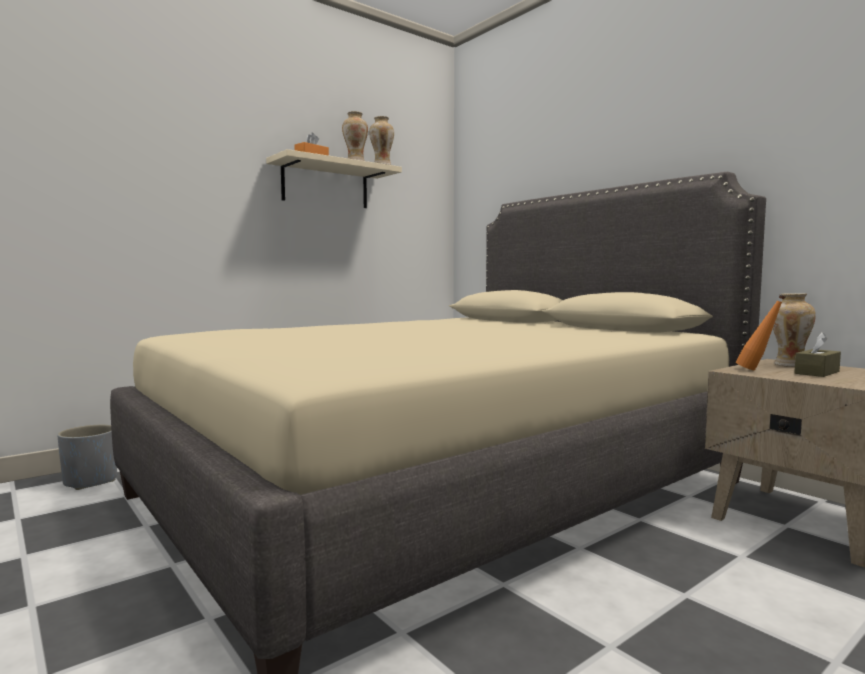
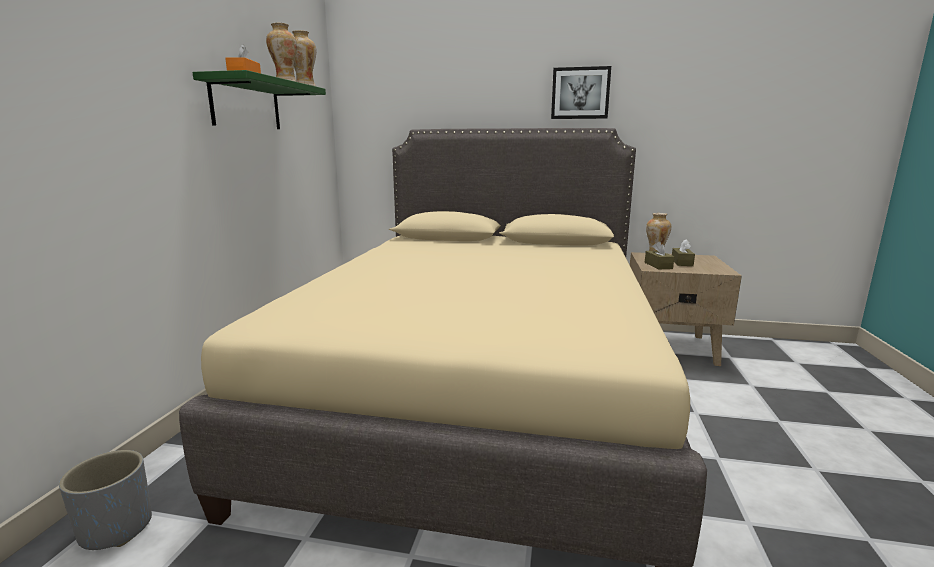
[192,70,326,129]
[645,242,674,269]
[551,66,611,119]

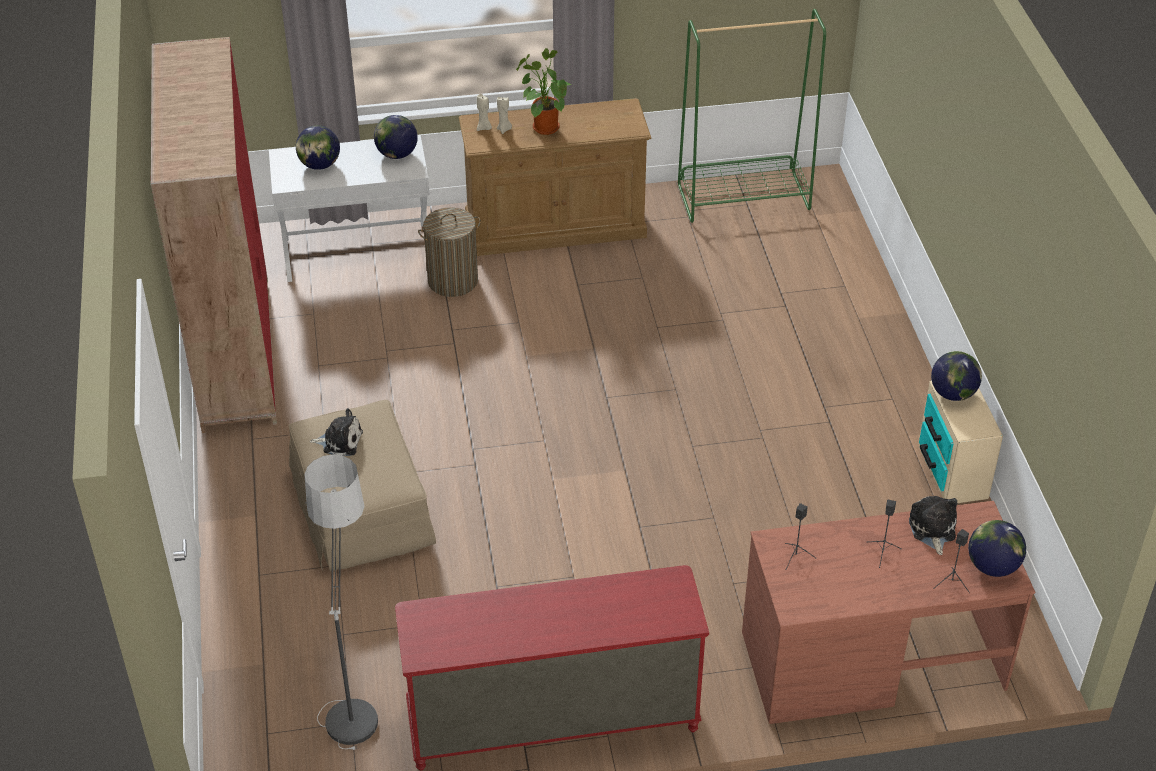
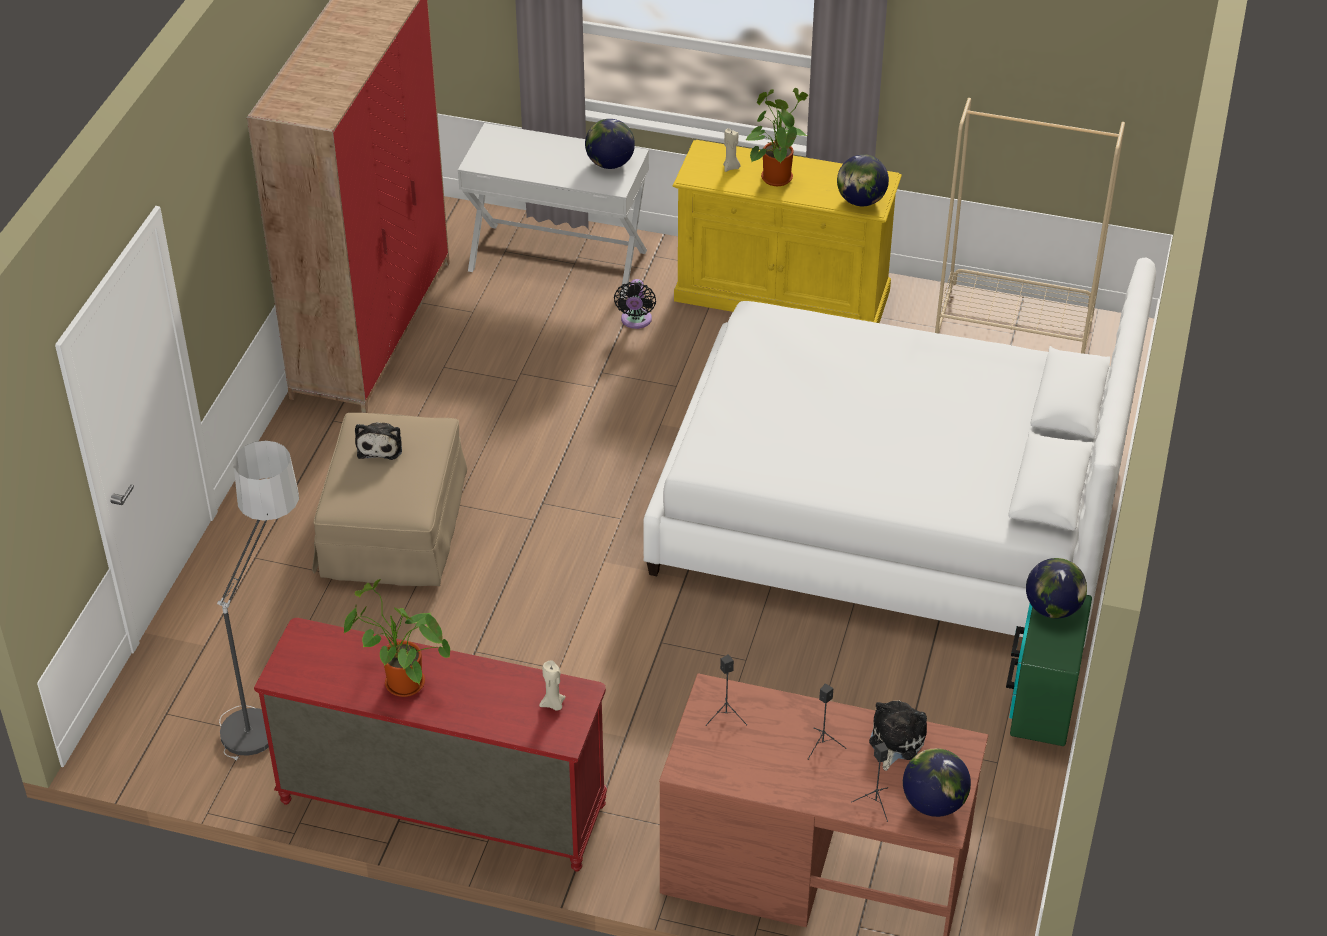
[935,98,1125,354]
[539,660,566,711]
[673,140,902,323]
[837,154,889,206]
[614,279,656,329]
[1006,595,1092,746]
[355,422,402,460]
[643,257,1156,647]
[344,579,450,697]

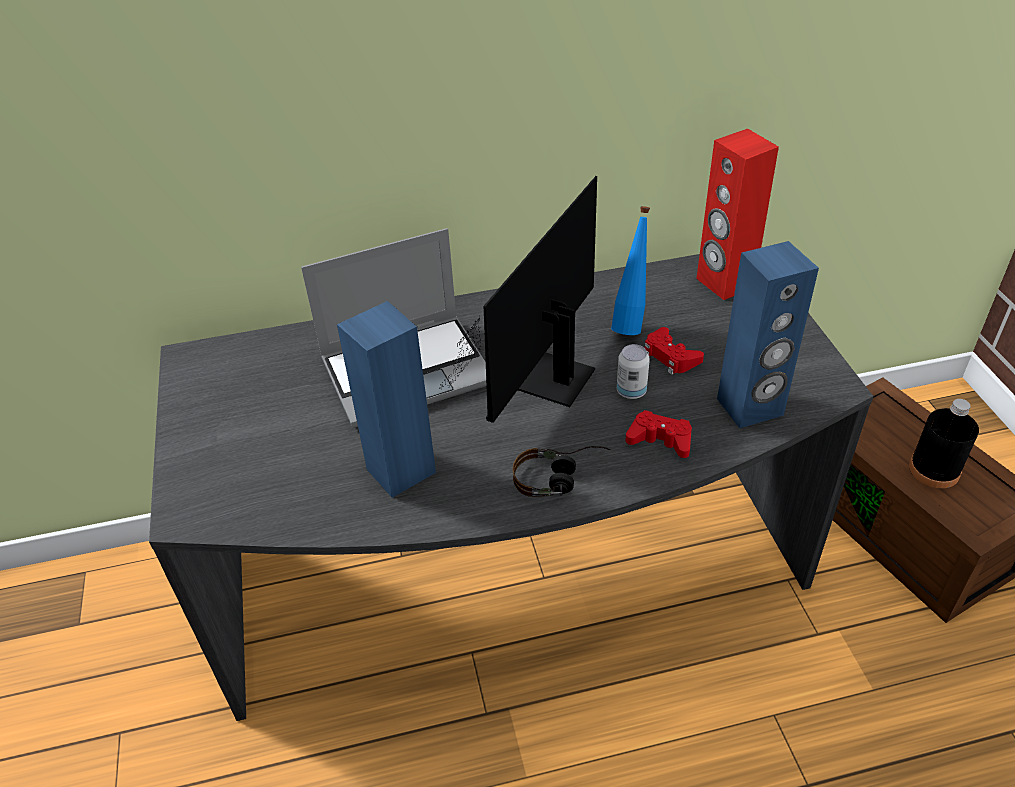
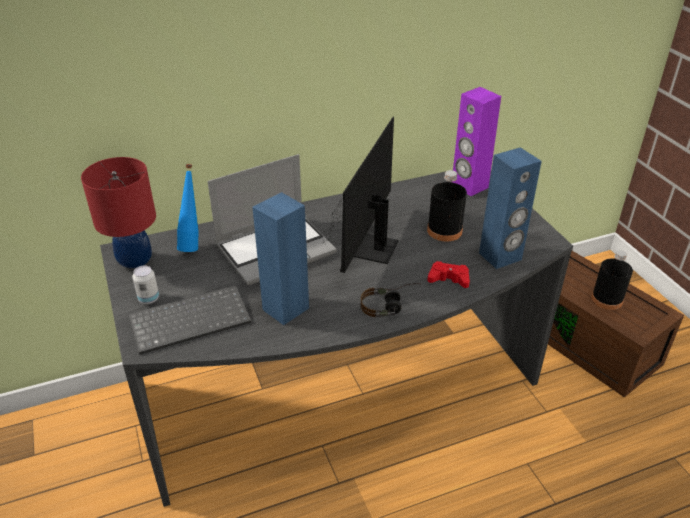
[452,87,501,196]
[177,164,198,252]
[427,170,467,241]
[132,265,159,304]
[81,157,156,268]
[128,285,251,355]

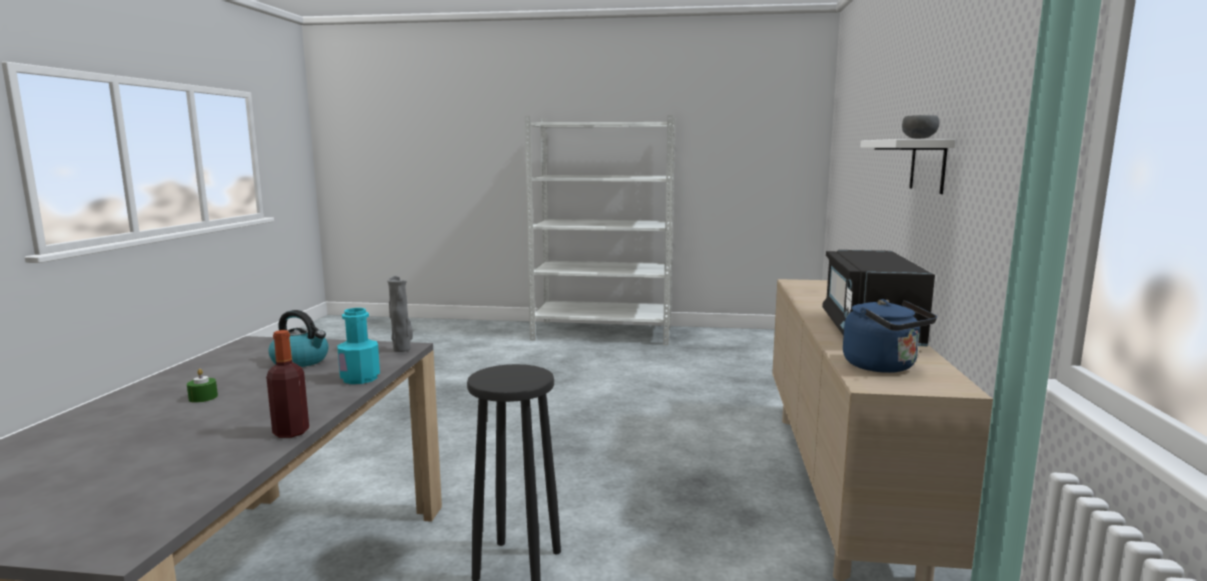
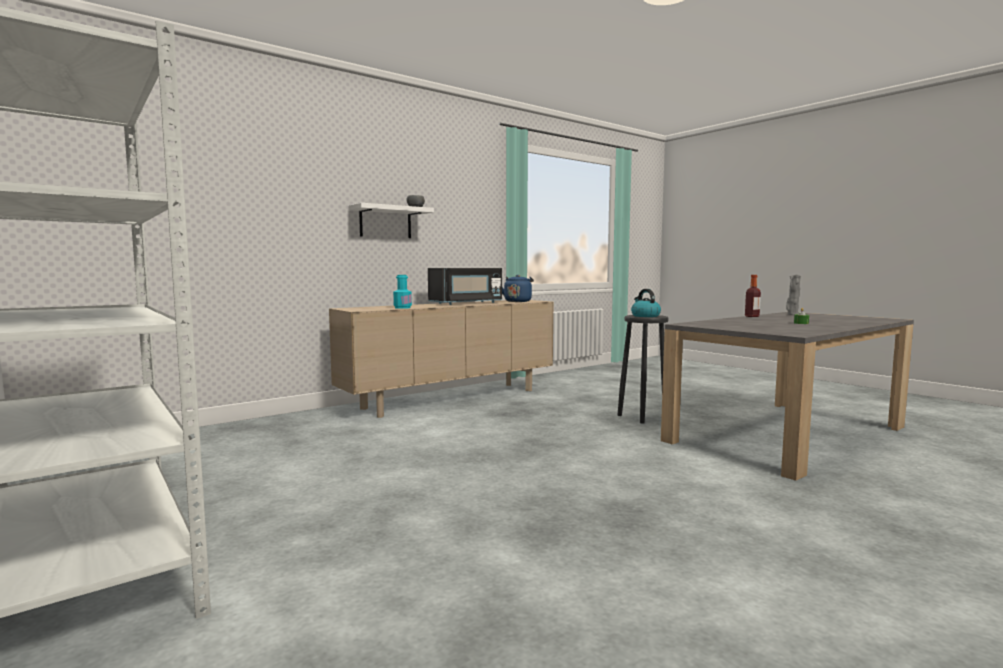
[786,275,801,315]
[393,275,412,309]
[631,289,661,317]

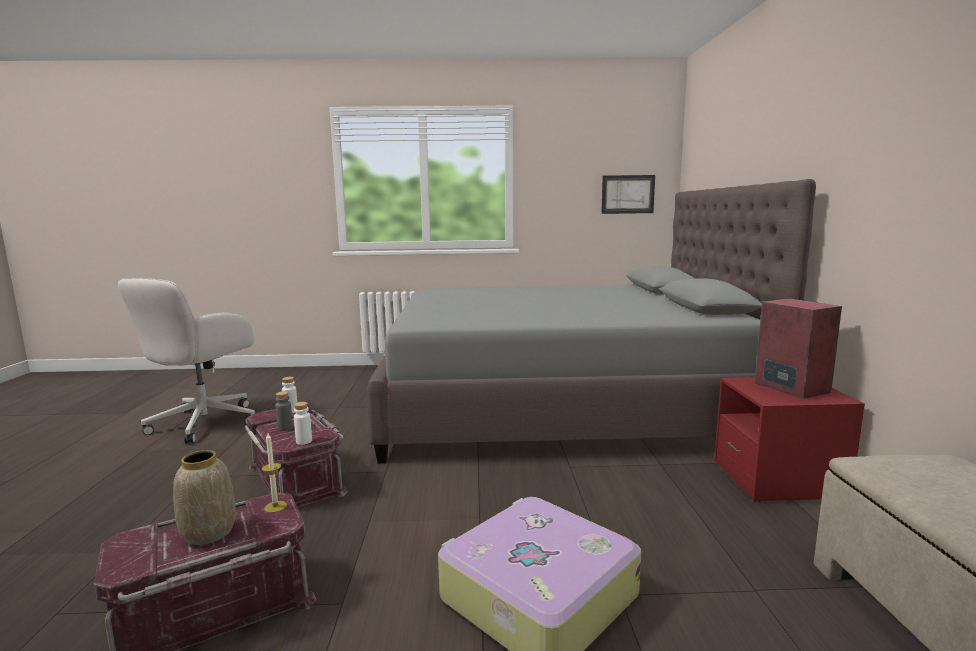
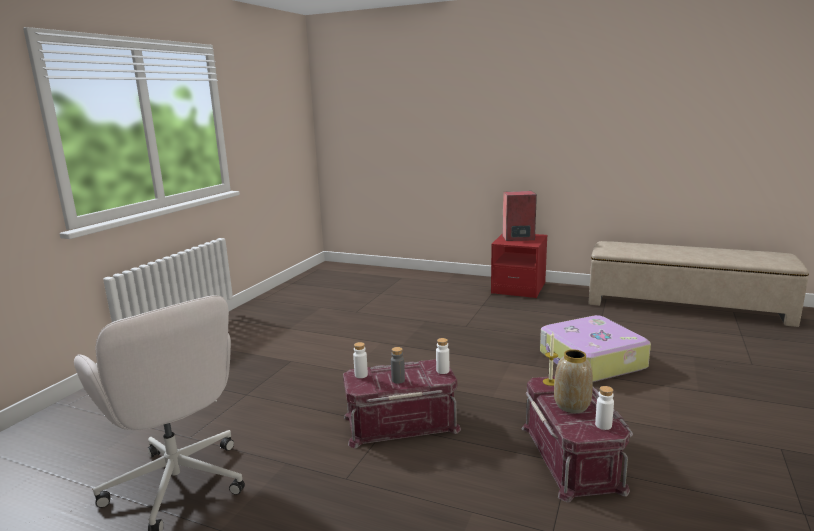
[601,175,655,214] (first image)
[367,179,816,464] (first image)
[595,386,614,430]

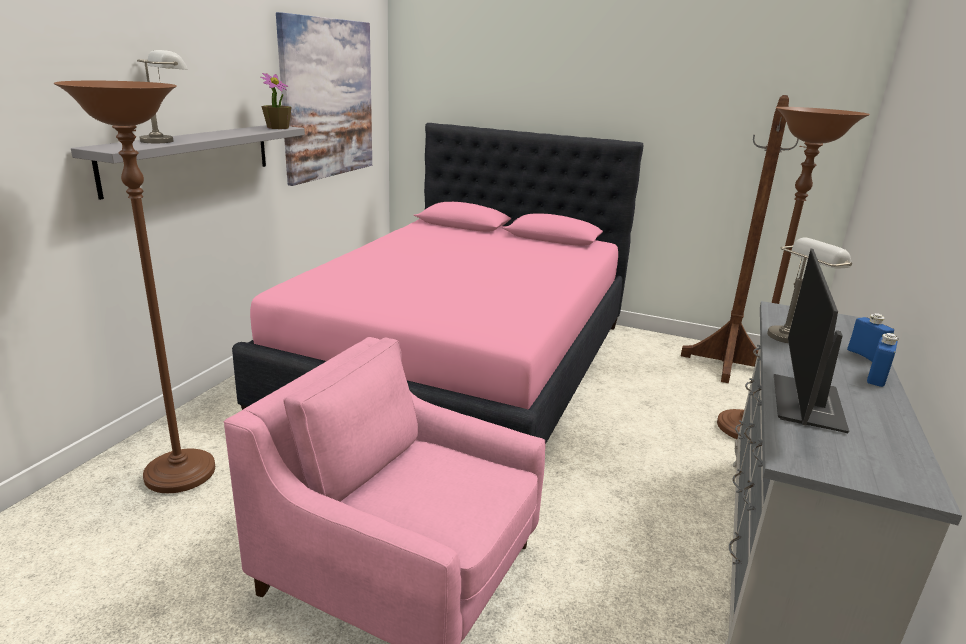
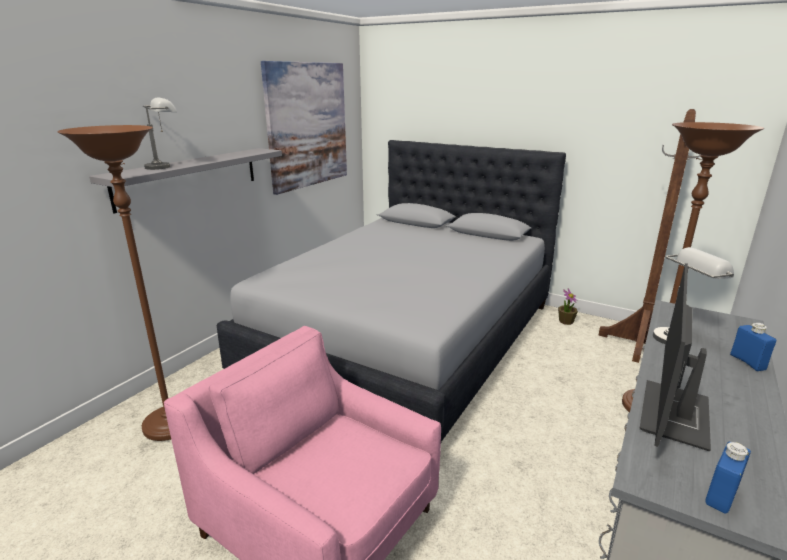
[558,289,578,325]
[217,140,566,442]
[705,442,751,513]

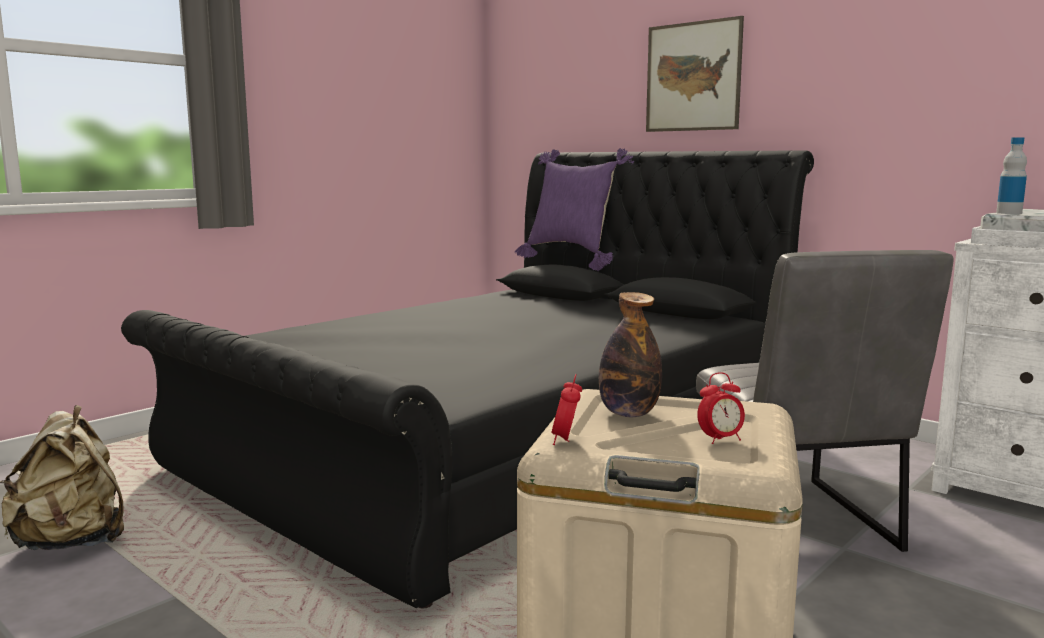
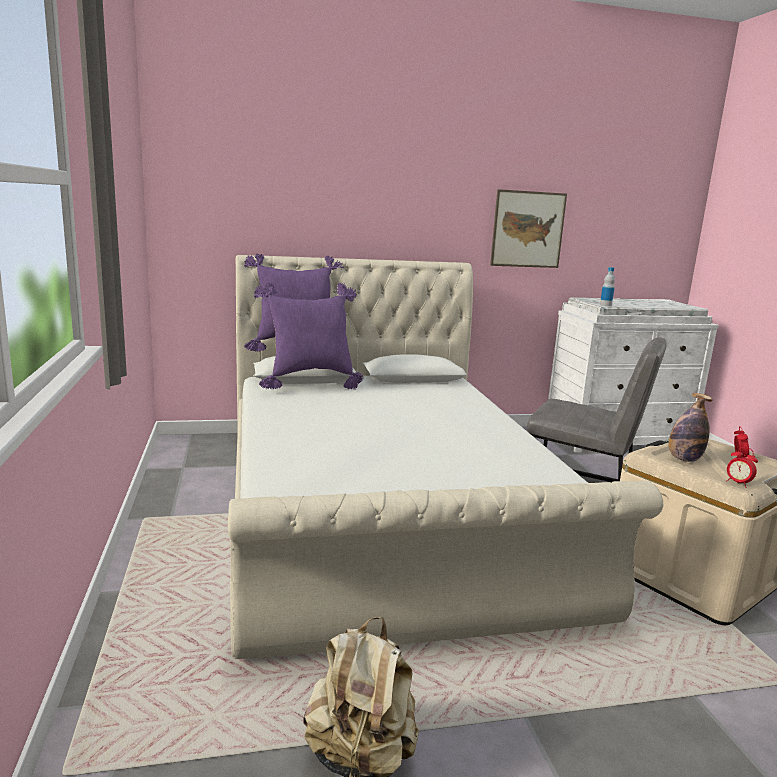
[490,189,567,268]
[228,255,663,659]
[254,282,363,390]

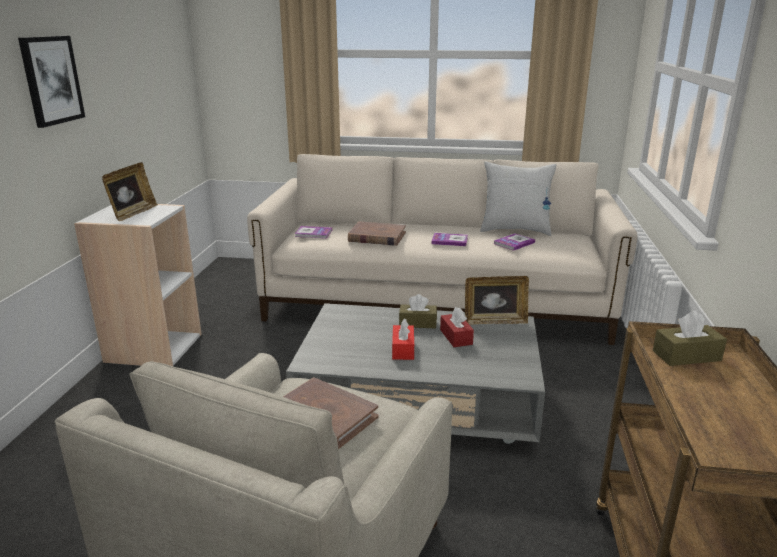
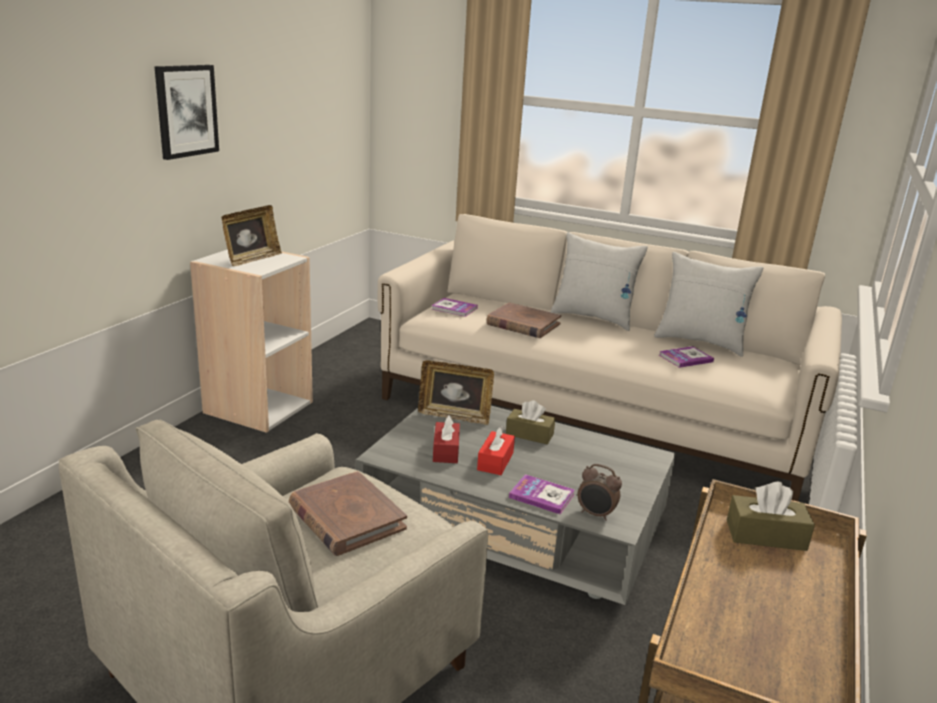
[509,474,575,515]
[418,360,494,425]
[433,415,460,463]
[550,232,648,331]
[577,464,622,521]

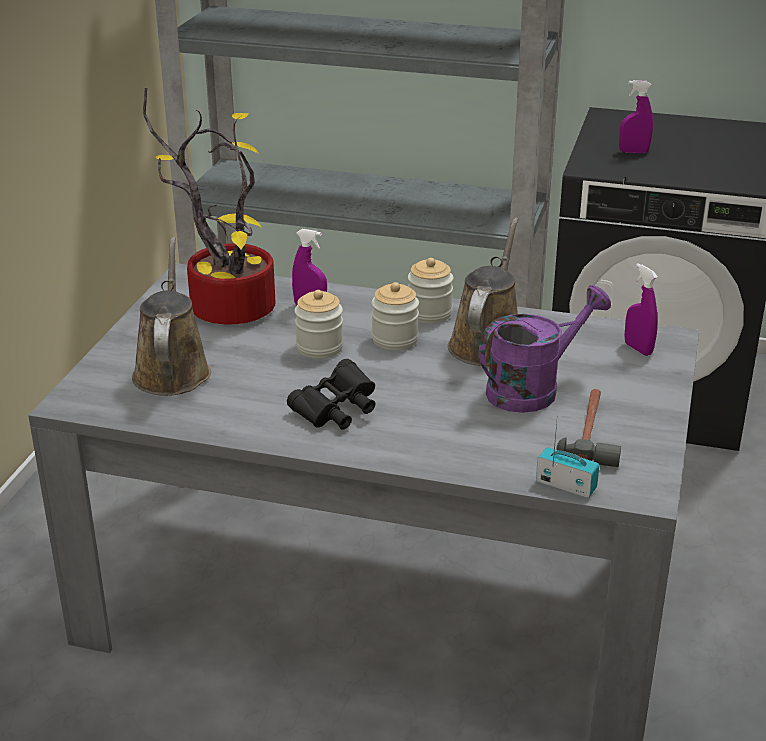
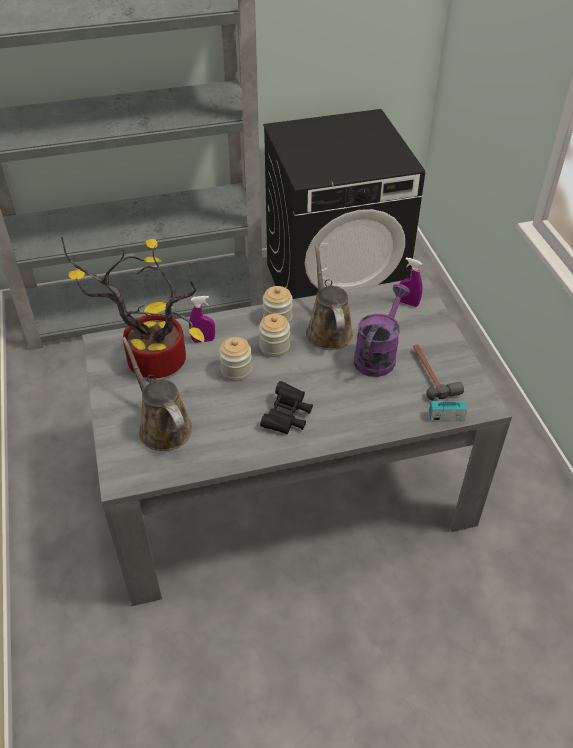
[619,80,653,153] (first image)

